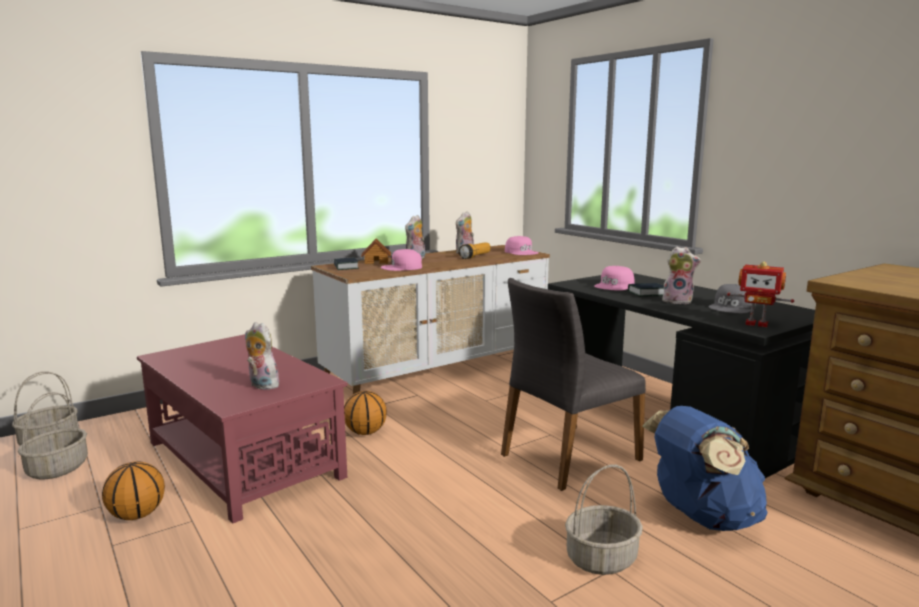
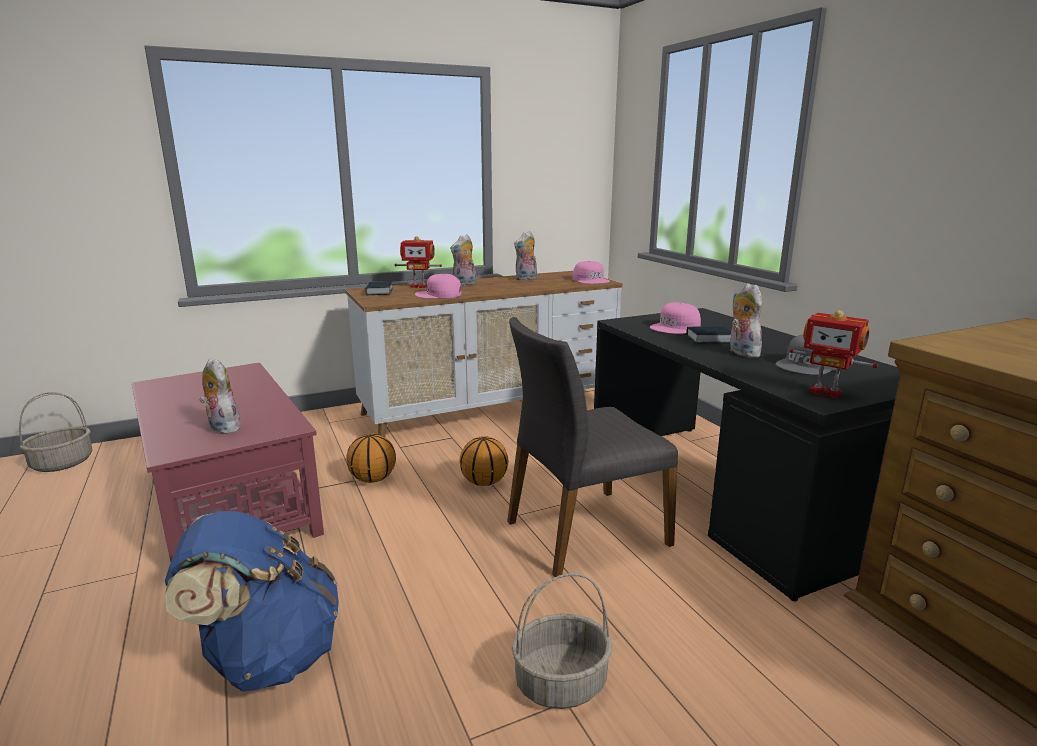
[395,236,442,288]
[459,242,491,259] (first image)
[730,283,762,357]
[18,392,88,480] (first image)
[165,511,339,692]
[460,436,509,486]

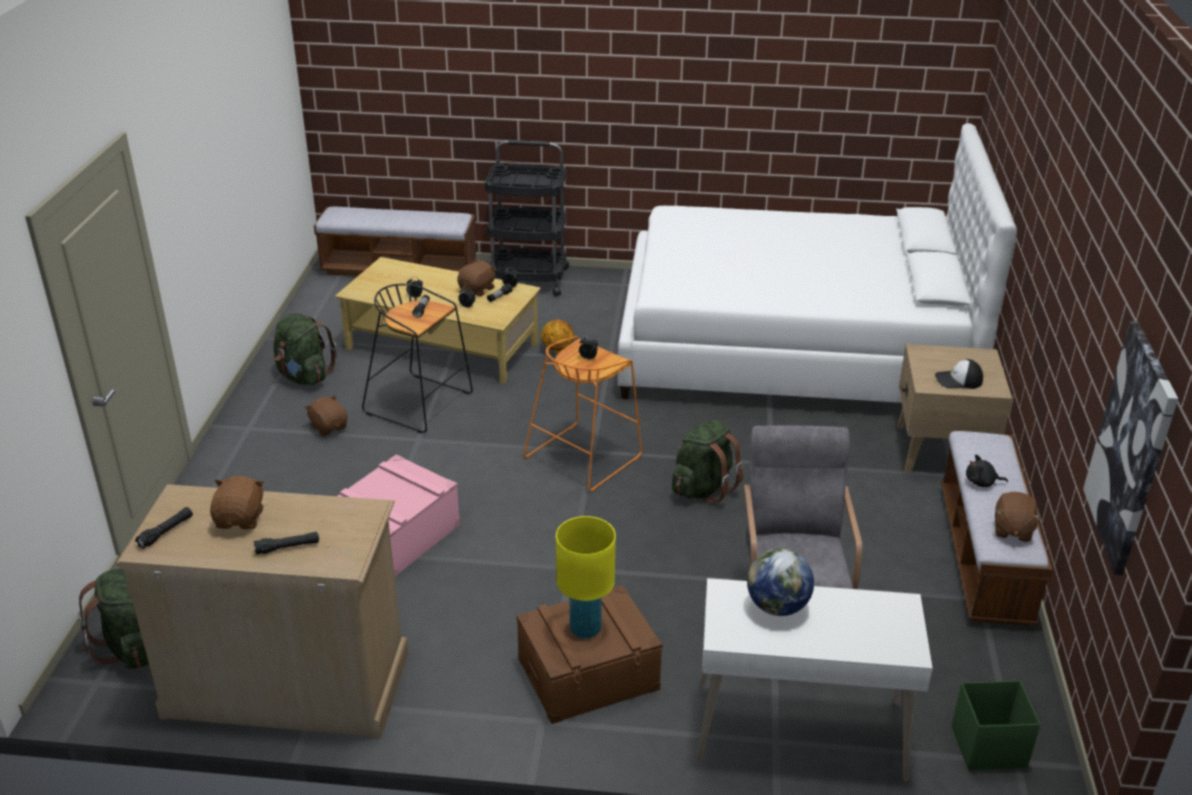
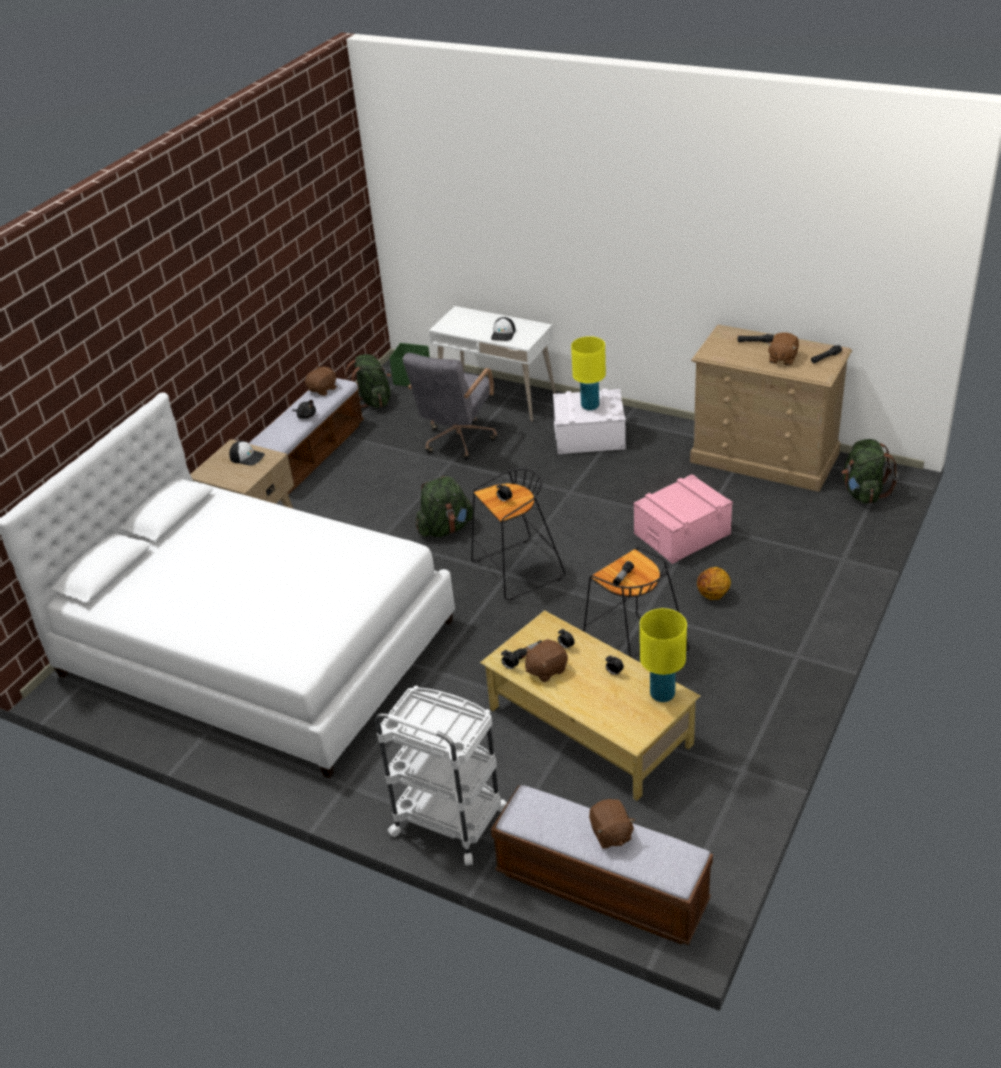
[375,686,507,865]
[345,354,391,408]
[697,567,731,600]
[1083,321,1178,575] (first image)
[471,468,565,601]
[589,799,635,849]
[491,317,516,341]
[553,388,626,454]
[640,608,687,702]

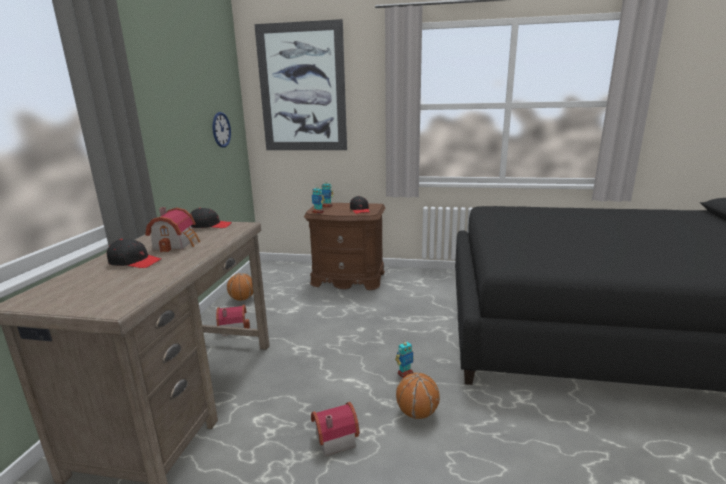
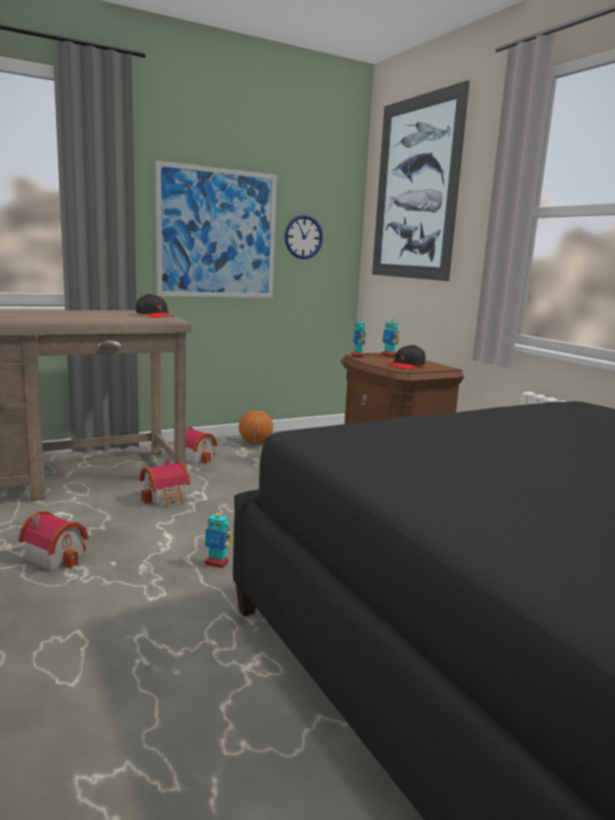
[140,457,190,508]
[107,239,161,268] (first image)
[396,373,440,419] (first image)
[156,160,277,298]

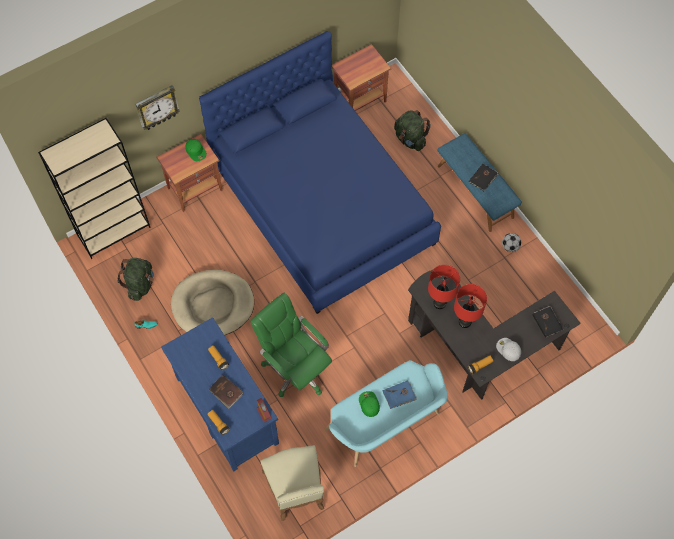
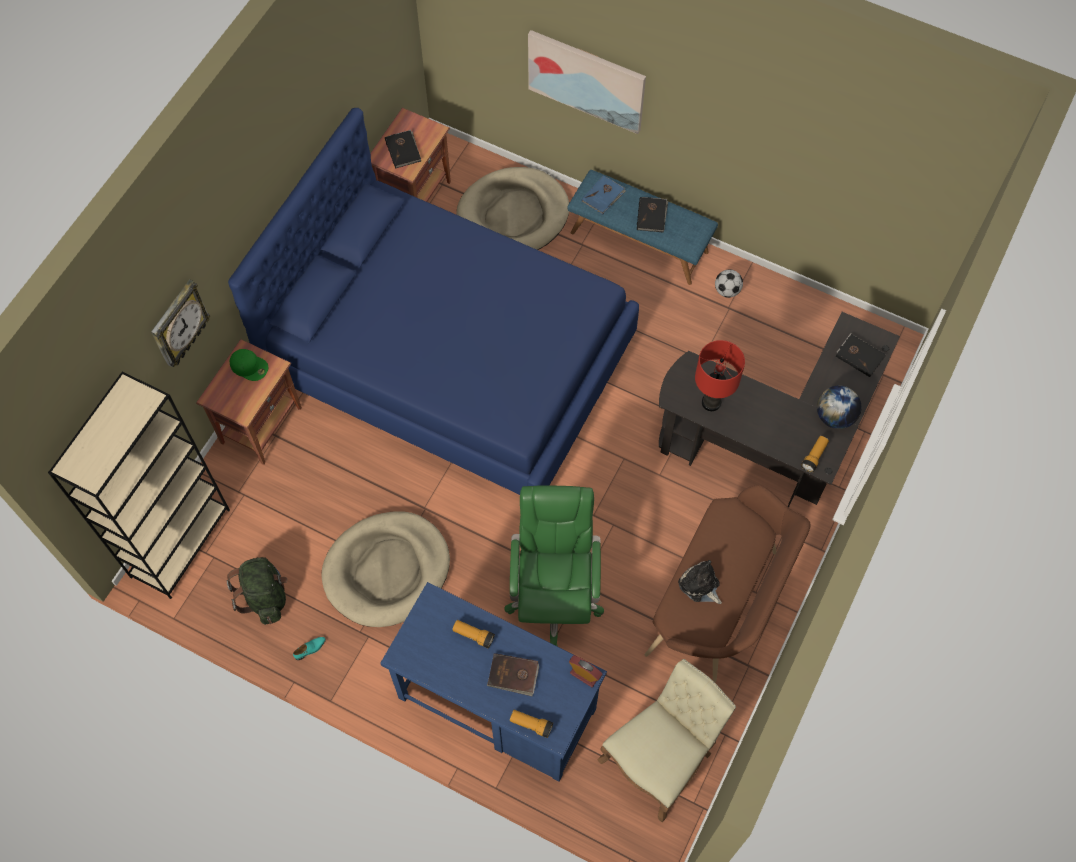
[456,167,569,250]
[454,284,487,328] (first image)
[504,485,604,647]
[817,385,861,429]
[645,485,810,682]
[581,175,626,215]
[678,560,722,604]
[598,659,736,822]
[528,30,646,134]
[385,130,421,168]

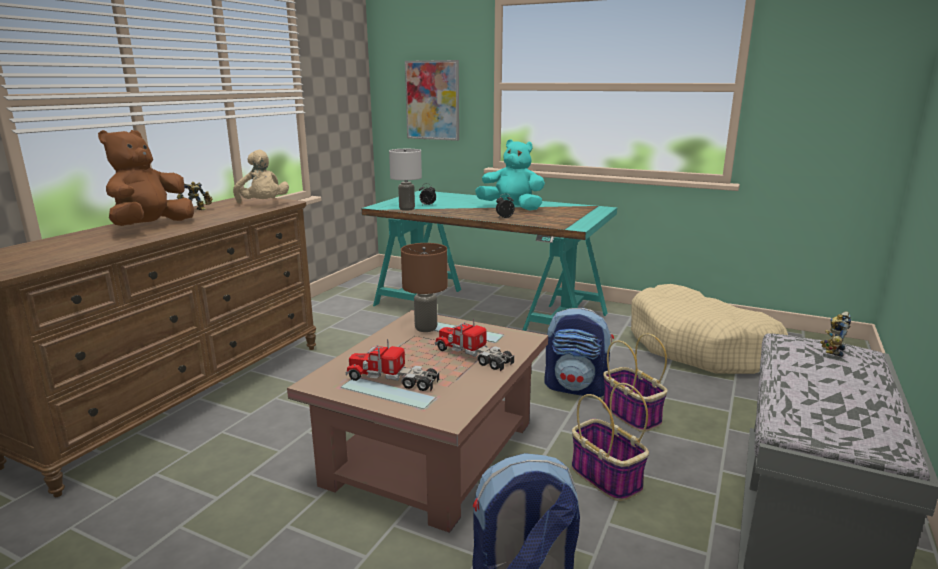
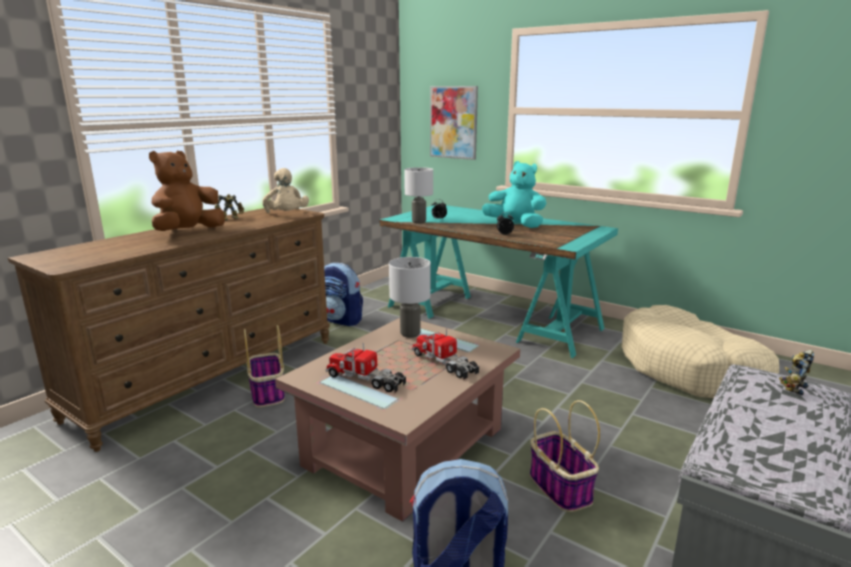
[389,257,431,338]
[324,263,363,326]
[244,325,285,407]

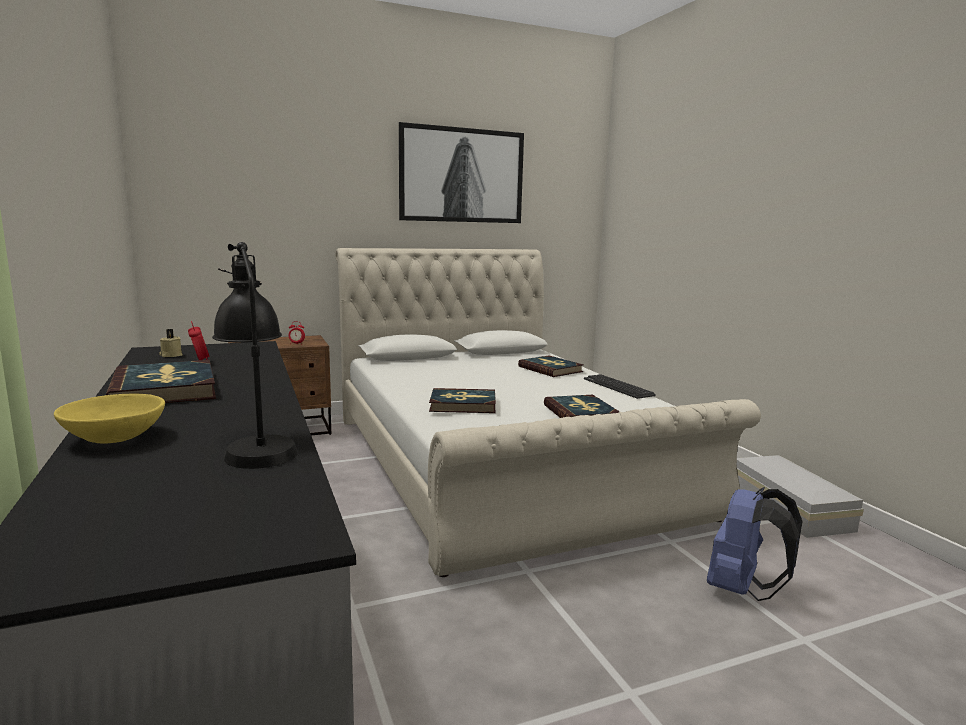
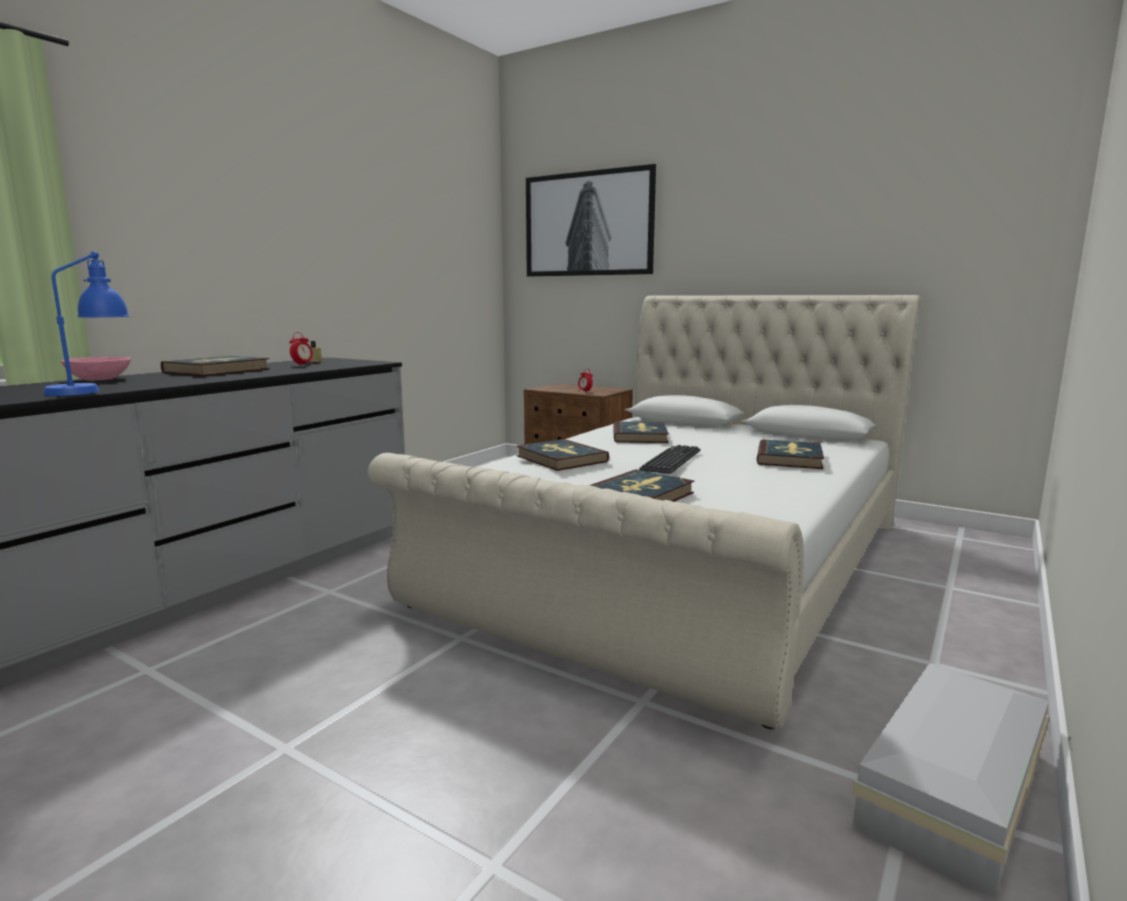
[526,164,656,277]
[43,251,130,396]
[639,445,701,474]
[61,357,131,381]
[707,487,803,601] (first image)
[613,422,669,443]

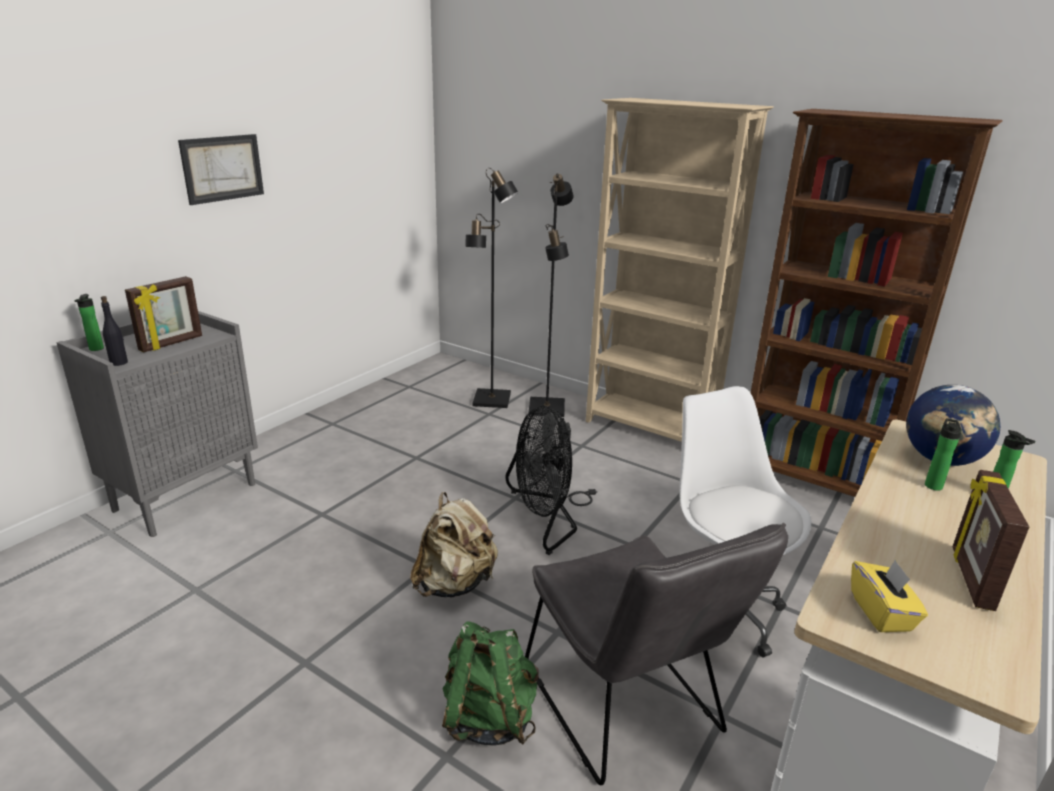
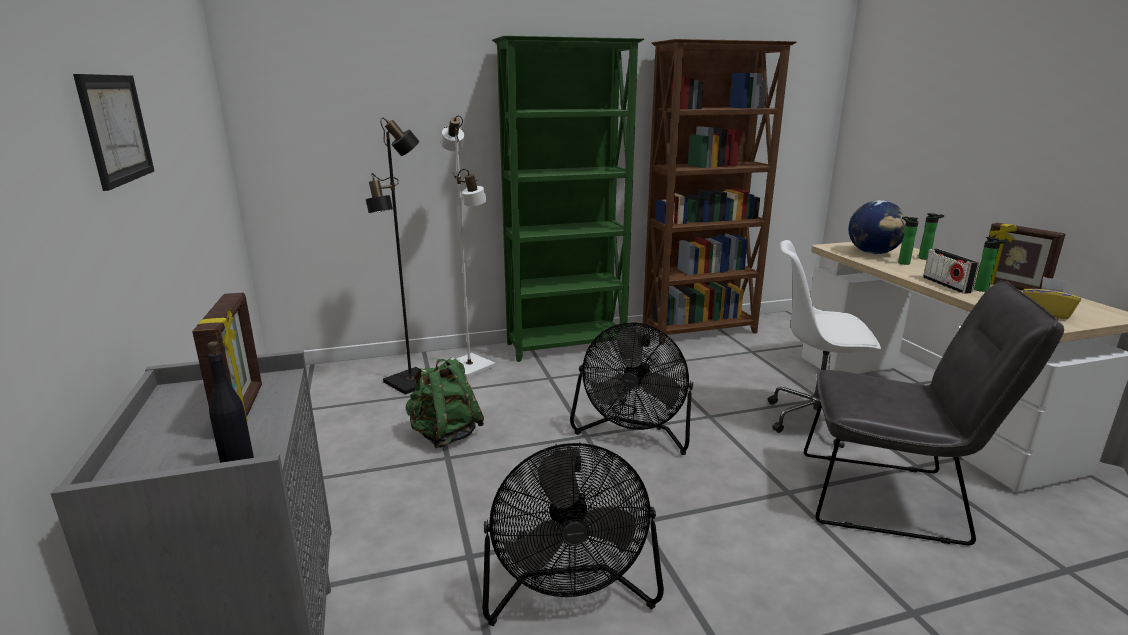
[492,35,644,362]
[441,115,496,378]
[974,237,1007,292]
[410,492,498,597] (first image)
[406,357,484,448]
[923,248,979,294]
[482,442,664,626]

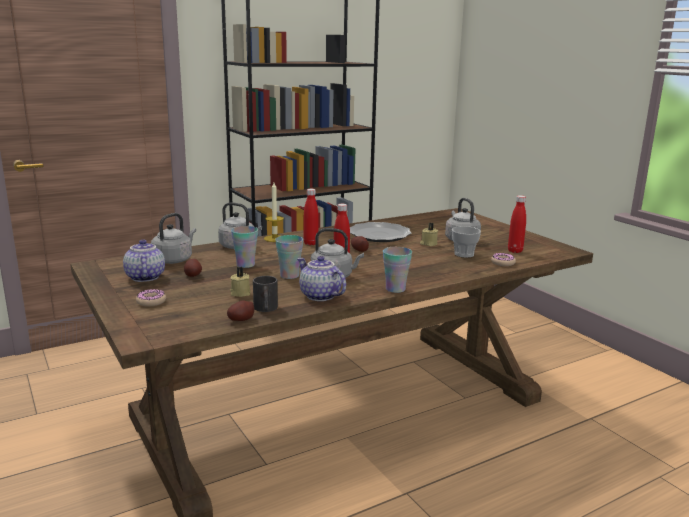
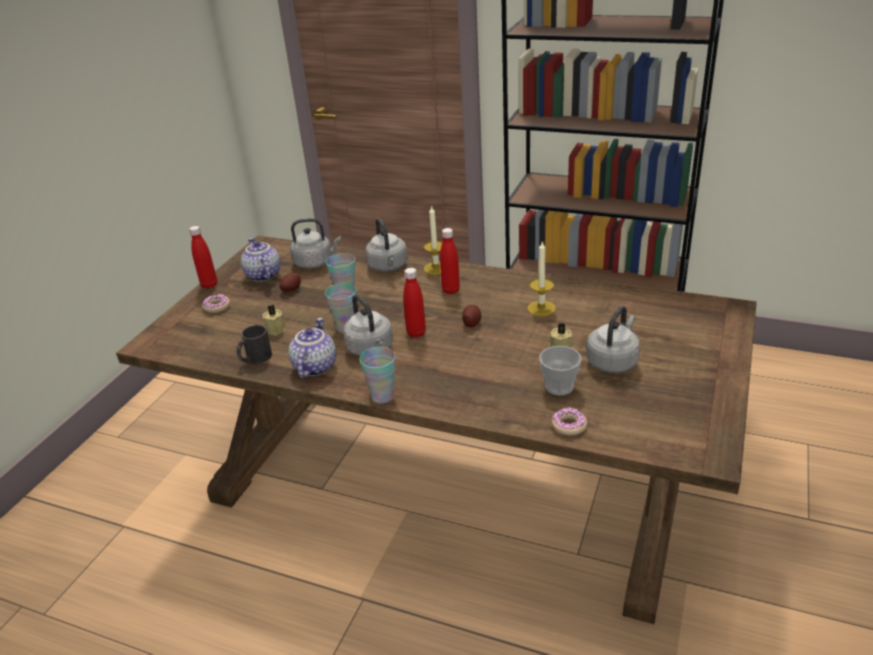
[189,226,217,289]
[527,240,556,316]
[241,238,281,282]
[227,300,254,321] (first image)

